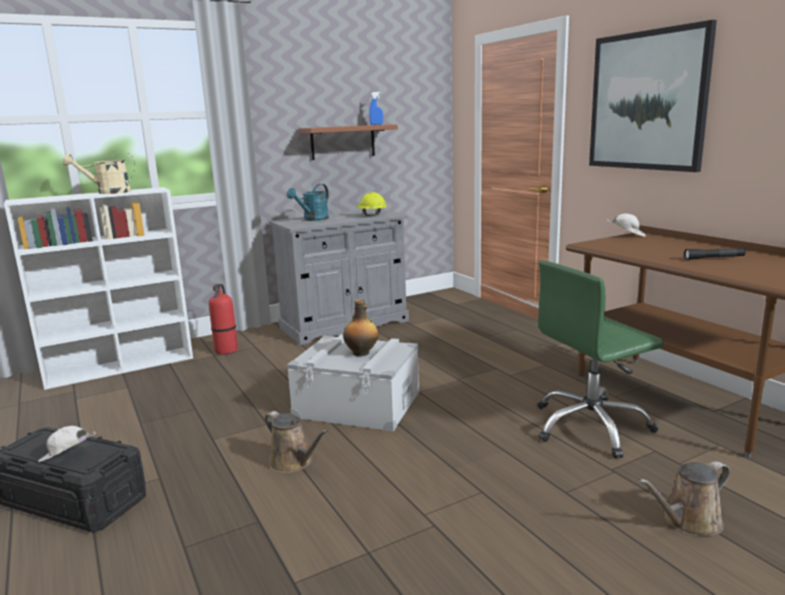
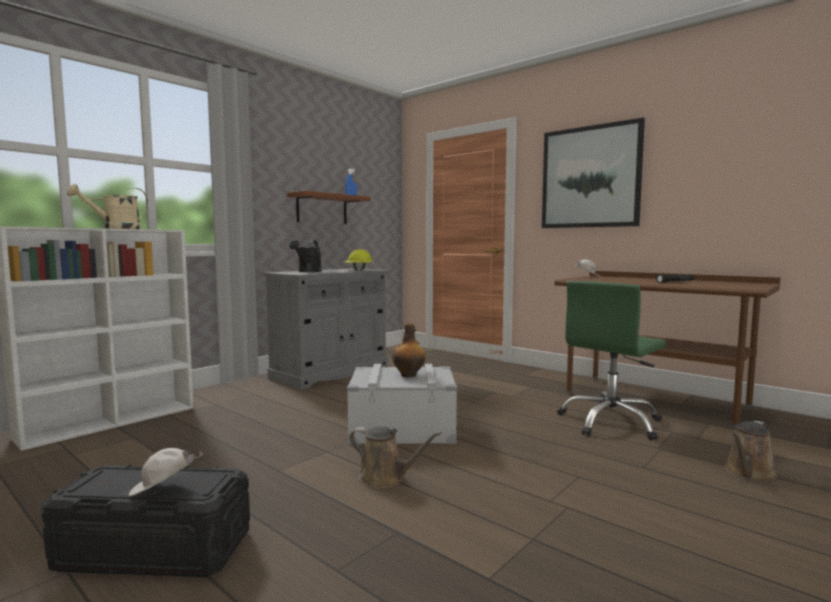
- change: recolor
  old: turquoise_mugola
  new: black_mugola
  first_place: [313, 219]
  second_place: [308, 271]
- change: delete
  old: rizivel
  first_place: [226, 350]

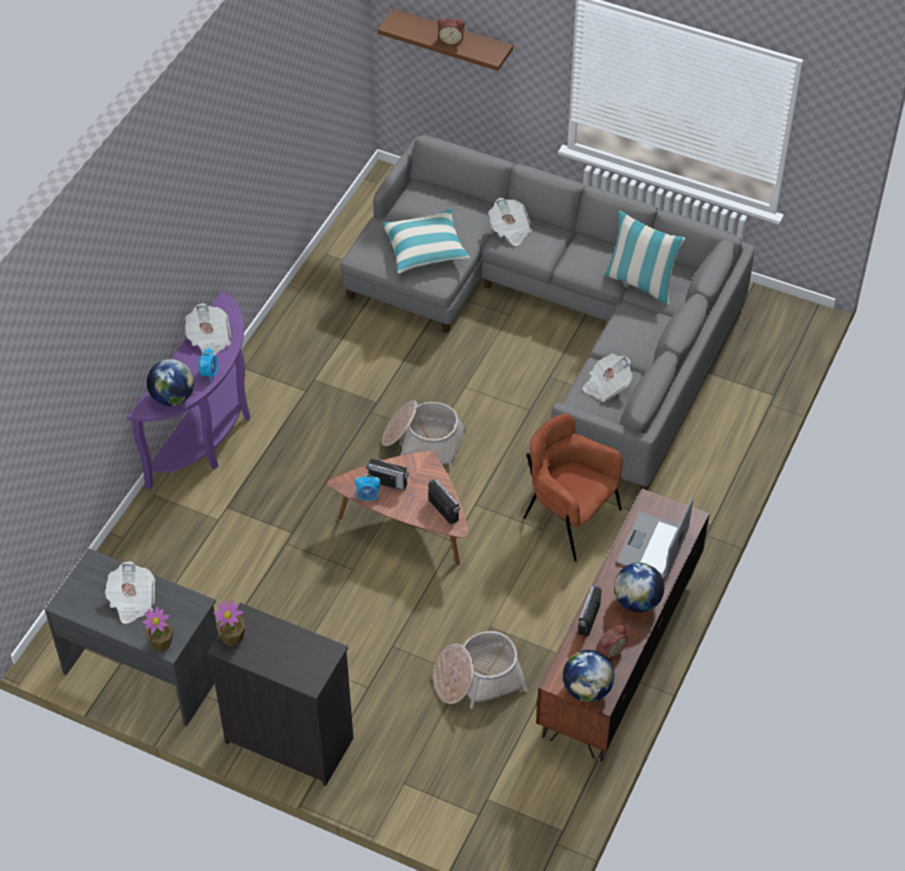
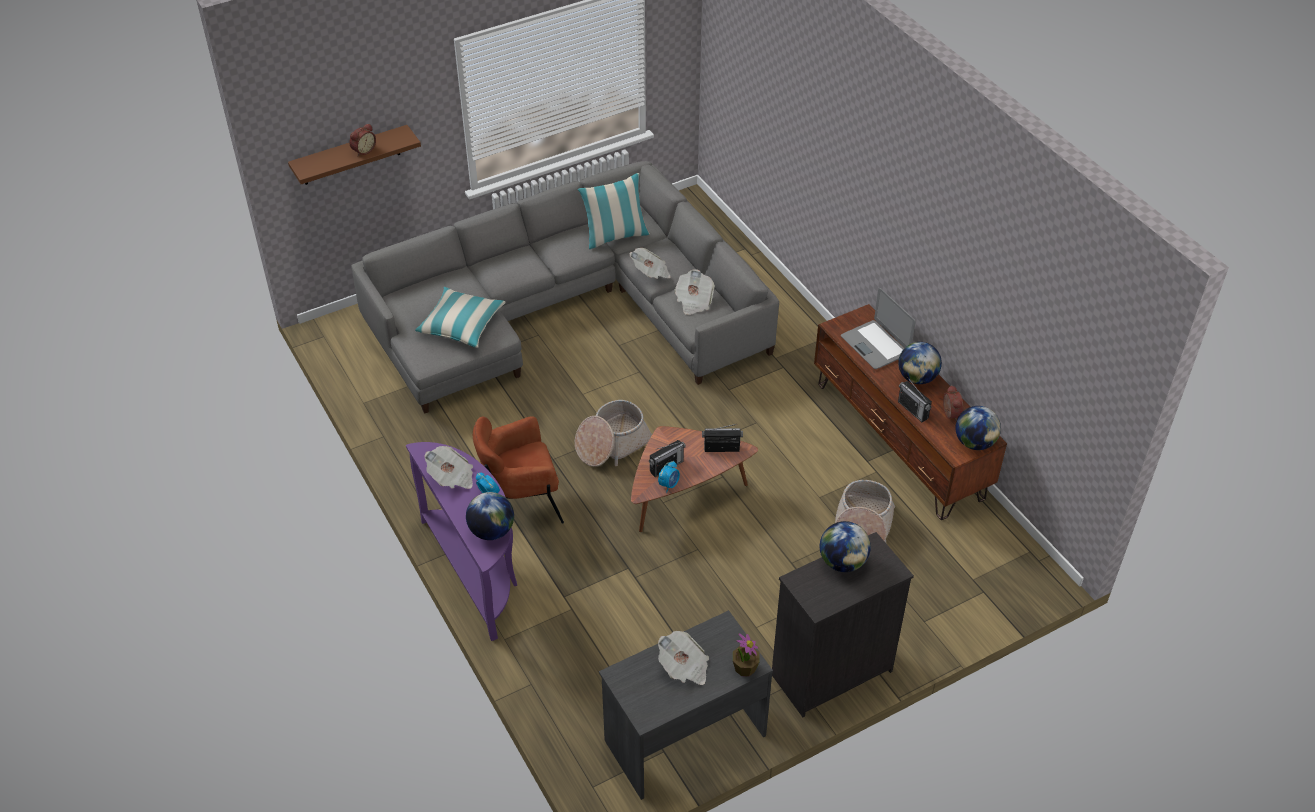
- change: move
  old: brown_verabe
  first_place: [569, 518]
  second_place: [521, 503]
- change: move
  old: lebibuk
  first_place: [510, 230]
  second_place: [651, 272]
- change: insert
  new: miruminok
  second_place: [842, 562]
- change: delete
  old: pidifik
  first_place: [232, 637]

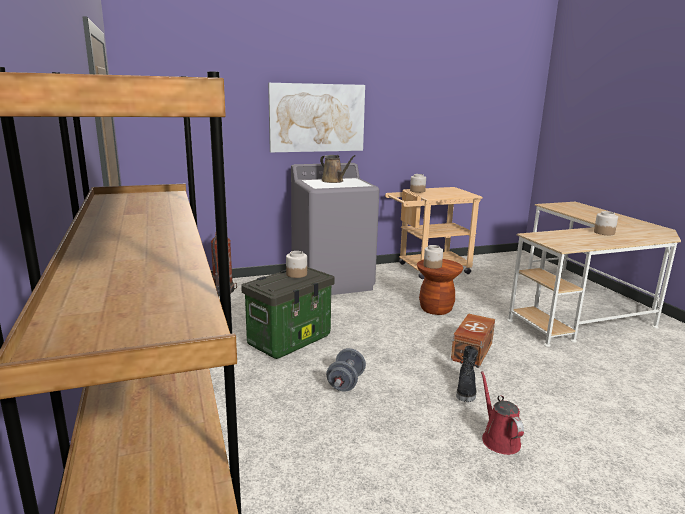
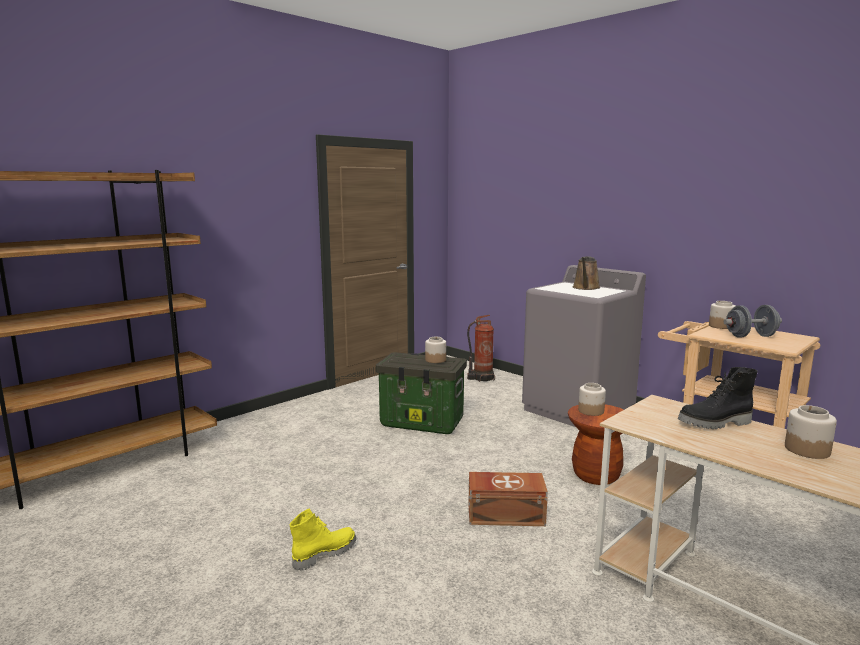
- change: replace
  old: red_mugola
  new: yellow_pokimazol
  first_place: [498, 439]
  second_place: [324, 553]
- change: move
  old: black_pokimazol
  first_place: [466, 390]
  second_place: [715, 423]
- change: move
  old: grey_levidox
  first_place: [346, 383]
  second_place: [750, 336]
- change: delete
  old: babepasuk
  first_place: [317, 118]

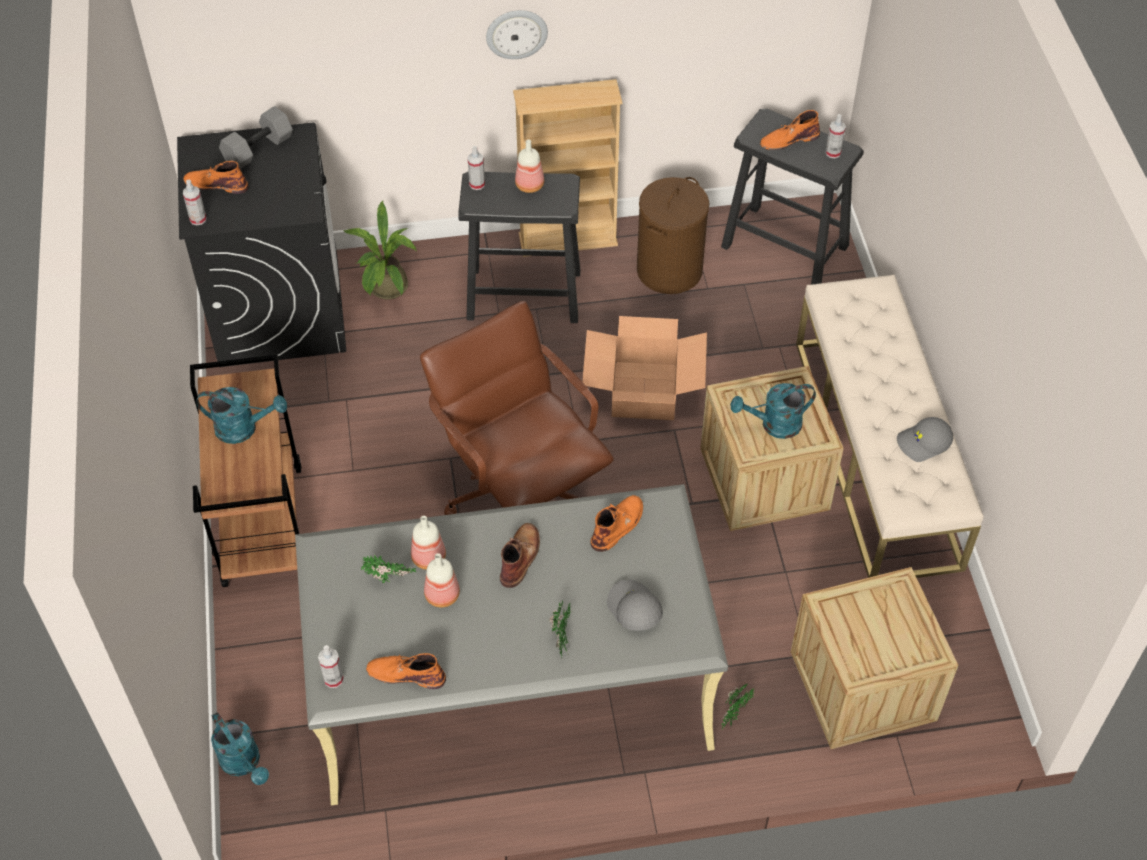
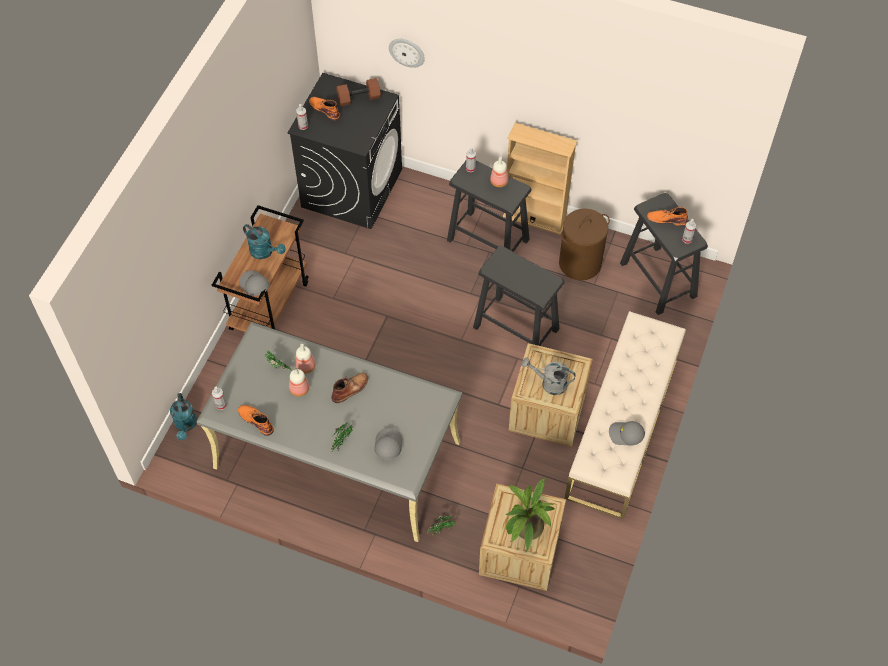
- change: insert
  new: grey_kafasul
  second_place: [254, 285]
- change: recolor
  old: grey_levidox
  new: brown_levidox
  first_place: [258, 150]
  second_place: [358, 99]
- change: move
  old: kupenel
  first_place: [516, 33]
  second_place: [407, 52]
- change: replace
  old: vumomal
  new: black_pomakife
  first_place: [643, 391]
  second_place: [515, 328]
- change: move
  old: pidifik
  first_place: [387, 291]
  second_place: [525, 530]
- change: recolor
  old: turquoise_mugola
  new: grey_mugola
  first_place: [774, 425]
  second_place: [549, 383]
- change: delete
  old: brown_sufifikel
  first_place: [520, 494]
- change: delete
  old: orange_pokimazol
  first_place: [618, 525]

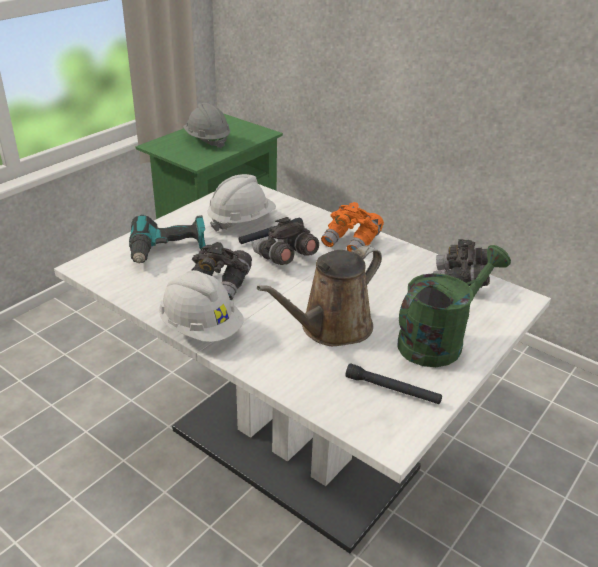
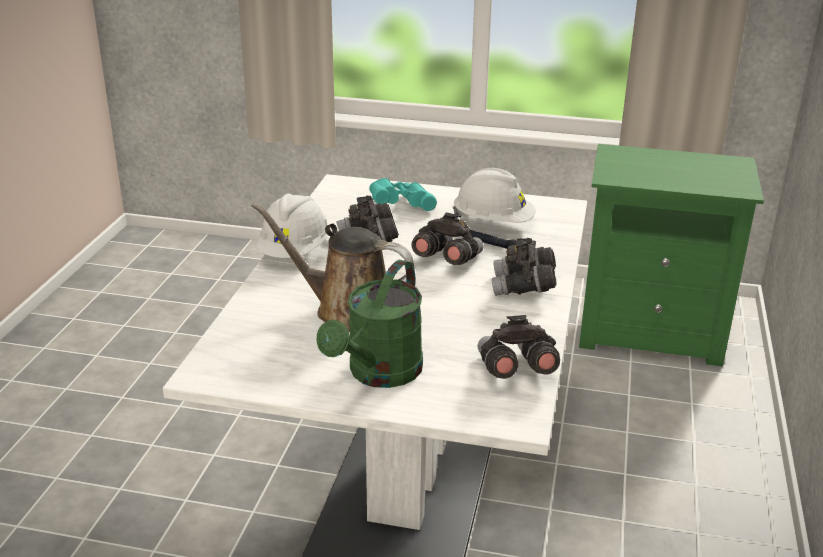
- change: rotate
  old: green_mugola
  first_place: [438, 340]
  second_place: [379, 374]
  degrees: 90
- change: replace
  old: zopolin
  new: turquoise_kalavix
  first_place: [168, 250]
  second_place: [400, 206]
- change: recolor
  old: orange_kalavix
  new: grey_kalavix
  first_place: [351, 242]
  second_place: [523, 287]
- change: delete
  old: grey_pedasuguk
  first_place: [207, 140]
- change: delete
  old: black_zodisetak
  first_place: [392, 390]

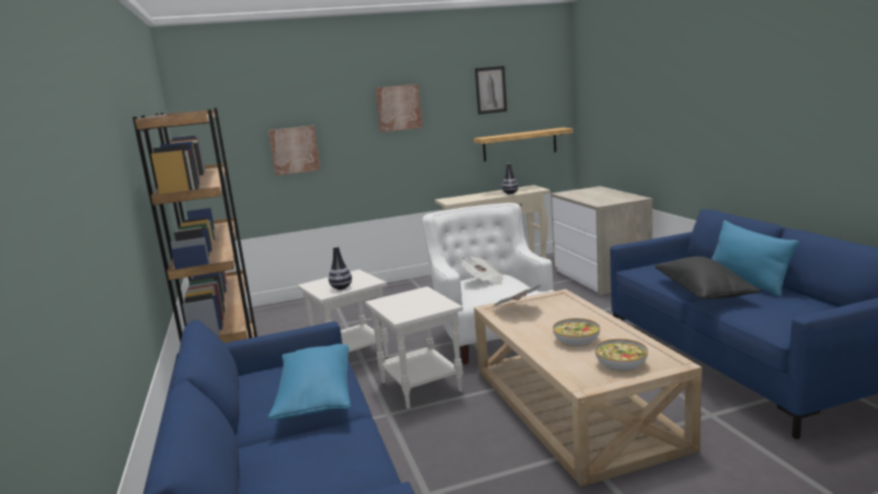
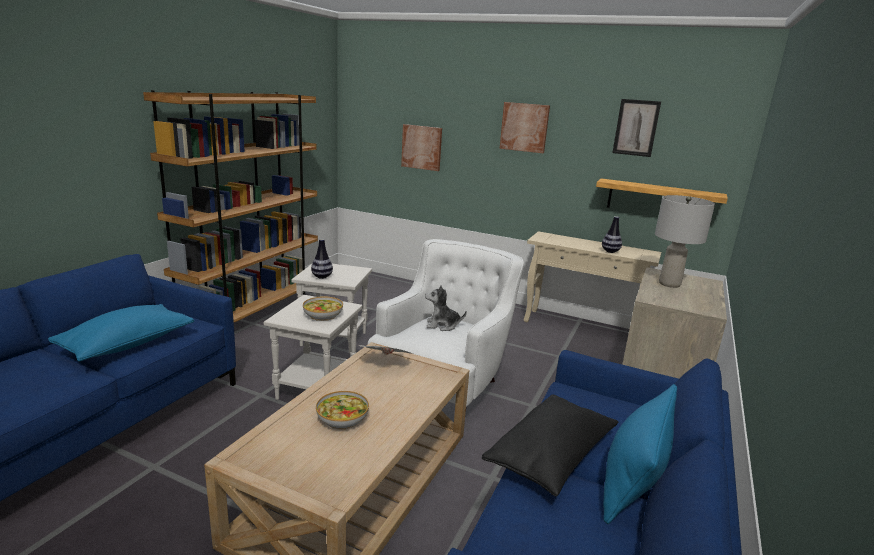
- change: move
  old: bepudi
  first_place: [621, 364]
  second_place: [322, 315]
- change: replace
  old: lebibuk
  new: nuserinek
  first_place: [483, 281]
  second_place: [442, 325]
- change: insert
  new: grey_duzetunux
  second_place: [669, 284]

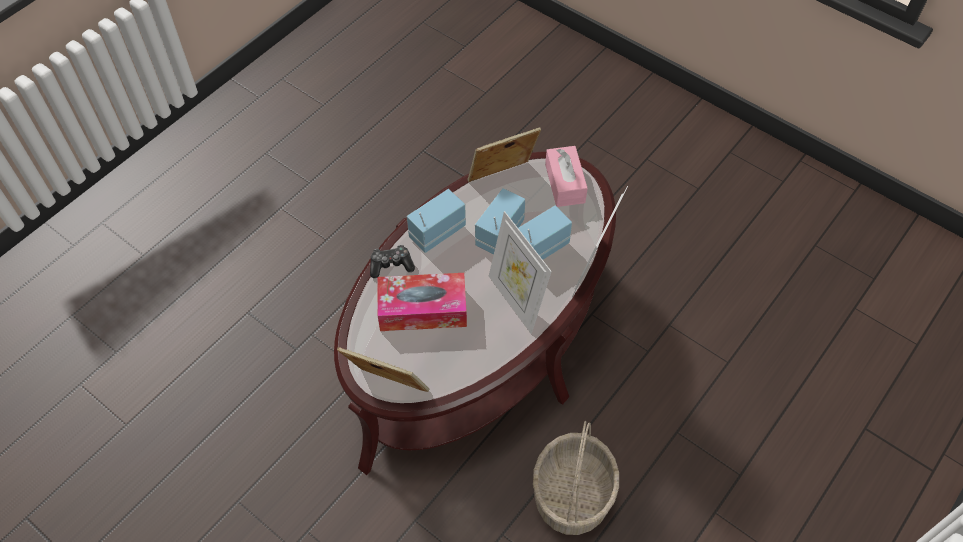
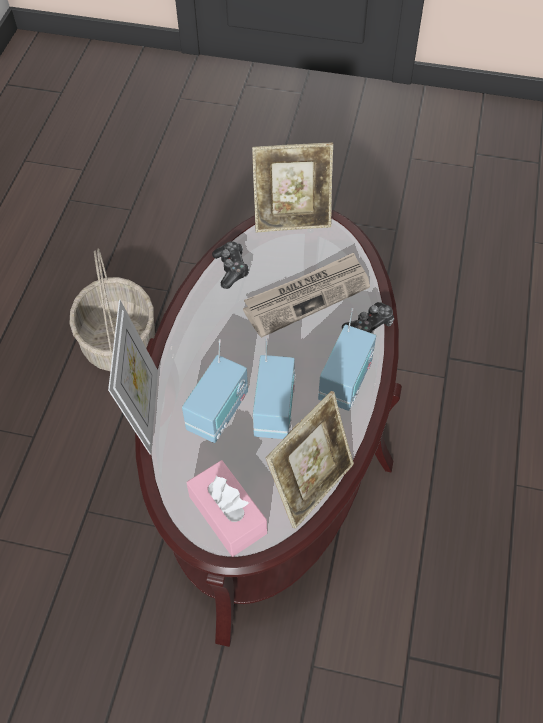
- change: insert
  new: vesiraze
  second_place: [231, 268]
- change: replace
  old: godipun
  new: lebibuk
  first_place: [423, 309]
  second_place: [307, 296]
- change: delete
  old: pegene
  first_place: [516, 300]

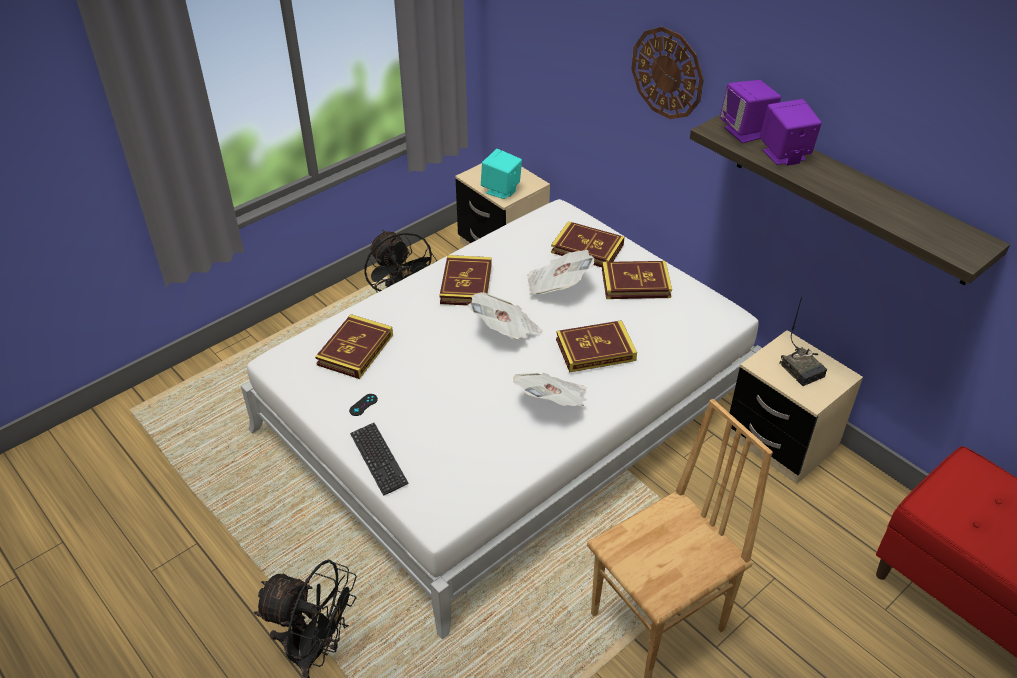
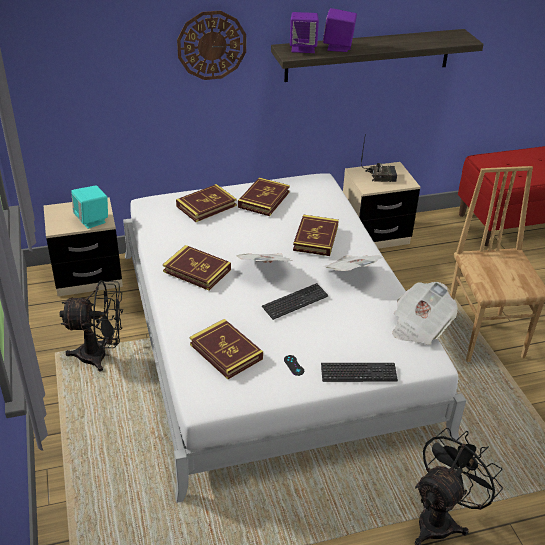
- change: insert
  new: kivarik
  second_place: [295, 302]
- change: move
  old: lebibuk
  first_place: [557, 286]
  second_place: [419, 326]

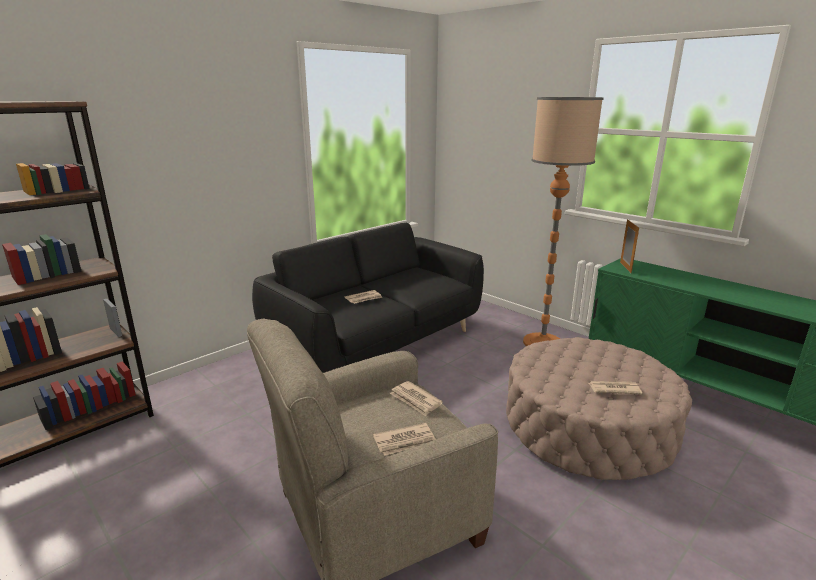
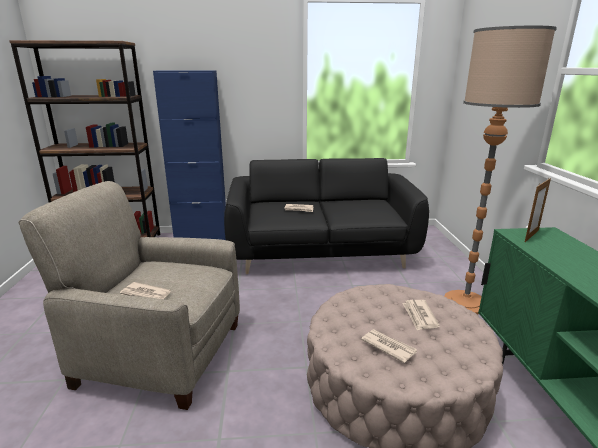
- change: insert
  new: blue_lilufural
  second_place: [201, 236]
- change: move
  old: lebibuk
  first_place: [415, 400]
  second_place: [419, 316]

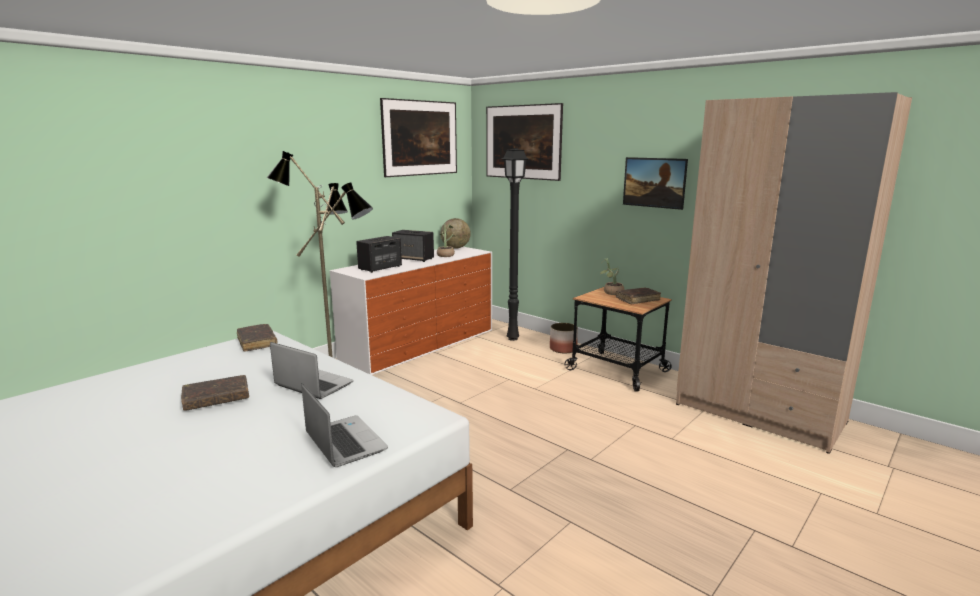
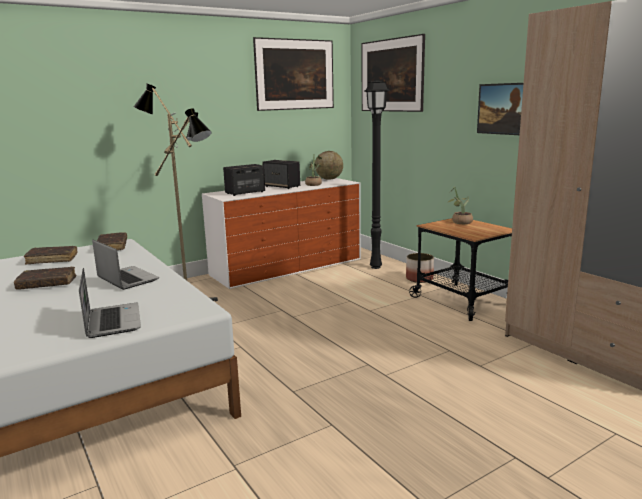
- change: move
  old: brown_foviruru
  first_place: [637, 300]
  second_place: [52, 259]

